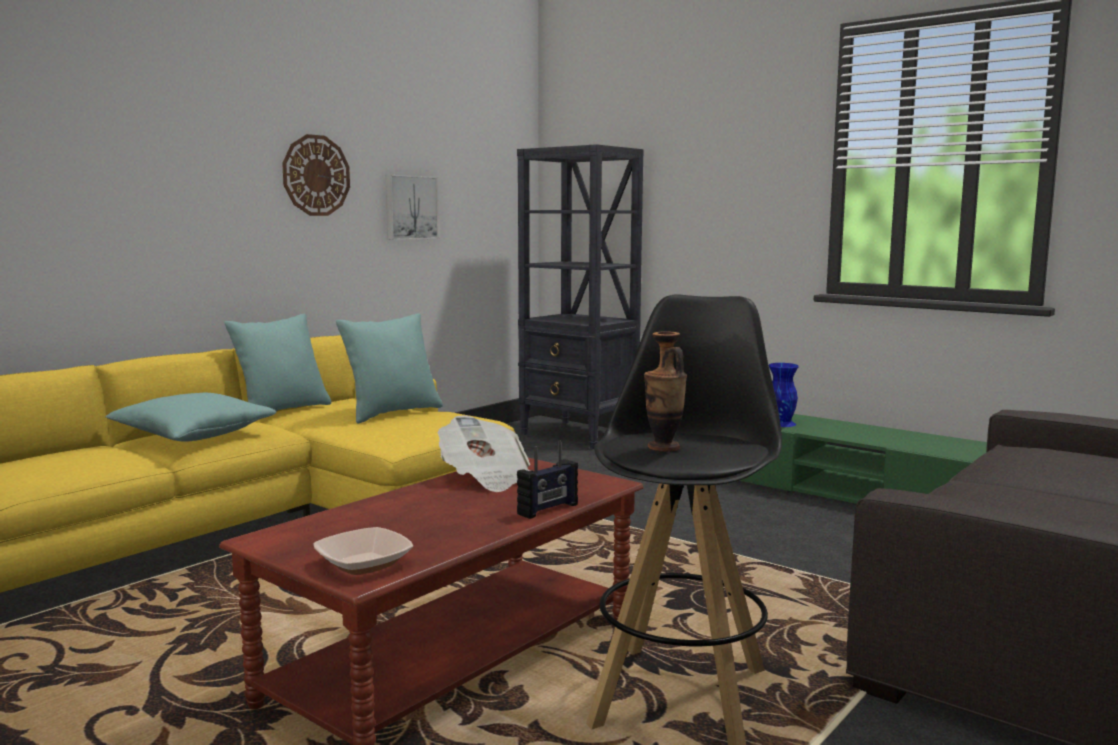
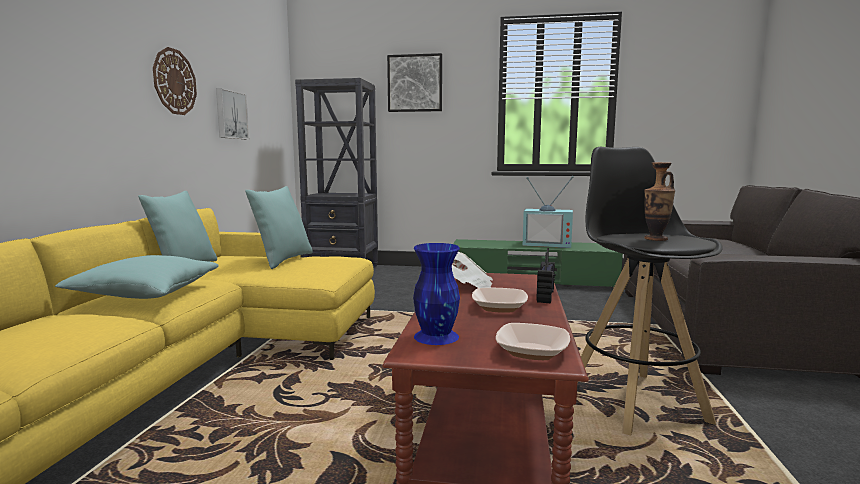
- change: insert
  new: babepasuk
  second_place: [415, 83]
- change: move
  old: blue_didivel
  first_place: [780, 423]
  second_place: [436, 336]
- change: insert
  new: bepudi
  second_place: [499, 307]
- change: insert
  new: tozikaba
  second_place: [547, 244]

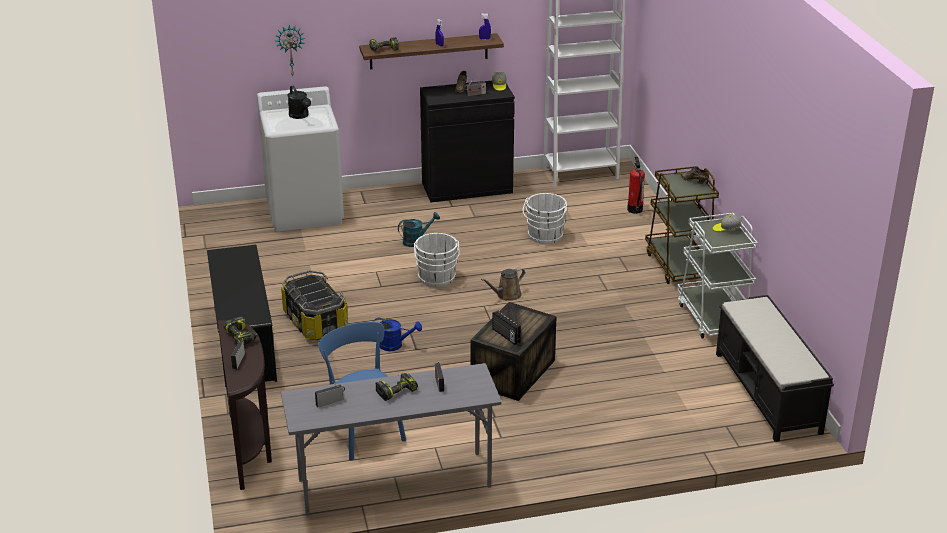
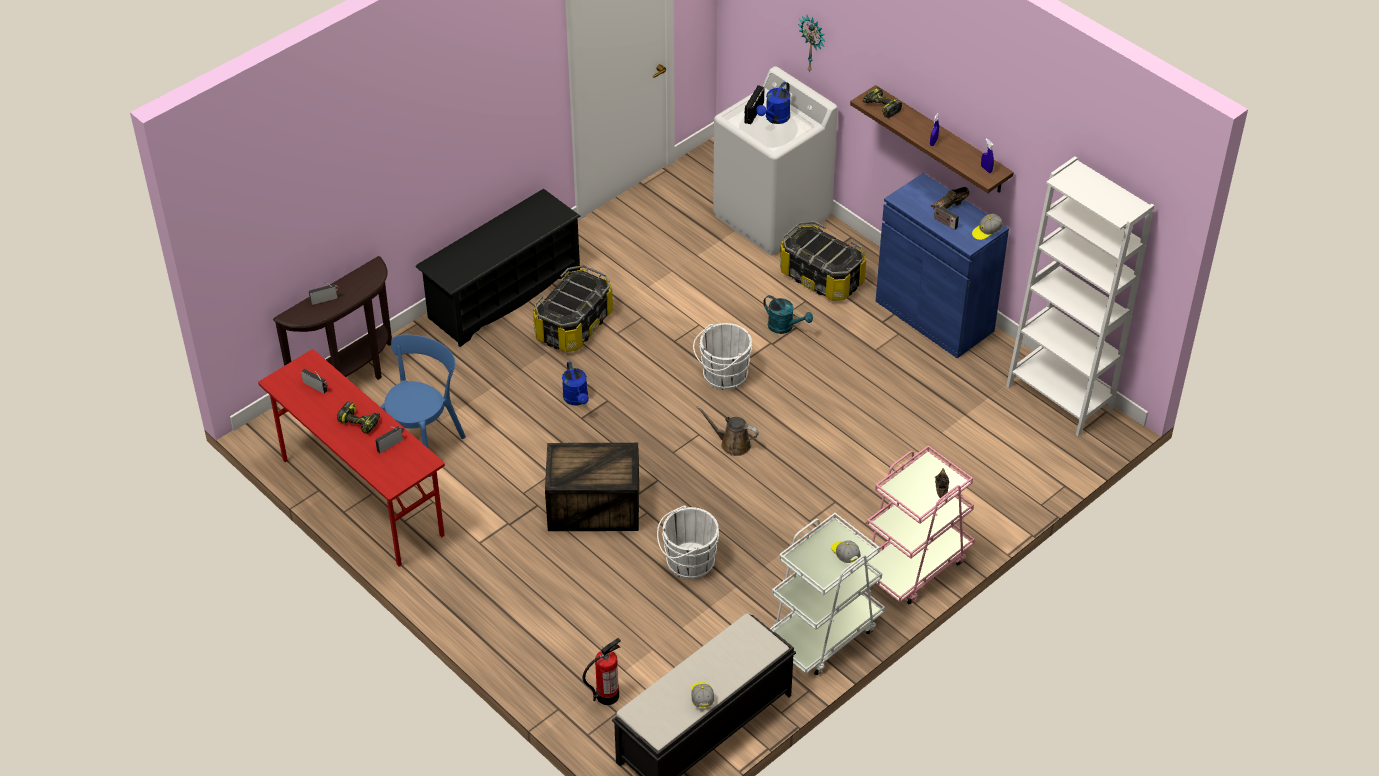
- change: recolor
  old: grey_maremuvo
  new: red_maremuvo
  first_place: [394, 484]
  second_place: [361, 498]
- change: move
  old: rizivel
  first_place: [634, 210]
  second_place: [607, 695]
- change: move
  old: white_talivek
  first_place: [544, 236]
  second_place: [687, 562]
- change: insert
  new: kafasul
  second_place: [702, 697]
- change: move
  old: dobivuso
  first_place: [505, 336]
  second_place: [753, 112]
- change: recolor
  old: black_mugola
  new: blue_mugola
  first_place: [300, 116]
  second_place: [775, 119]
- change: insert
  new: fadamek
  second_place: [822, 277]
- change: recolor
  old: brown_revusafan
  new: pink_revusafan
  first_place: [679, 265]
  second_place: [914, 564]
- change: recolor
  old: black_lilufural
  new: blue_lilufural
  first_place: [467, 188]
  second_place: [934, 316]
- change: delete
  old: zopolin
  first_place: [241, 337]

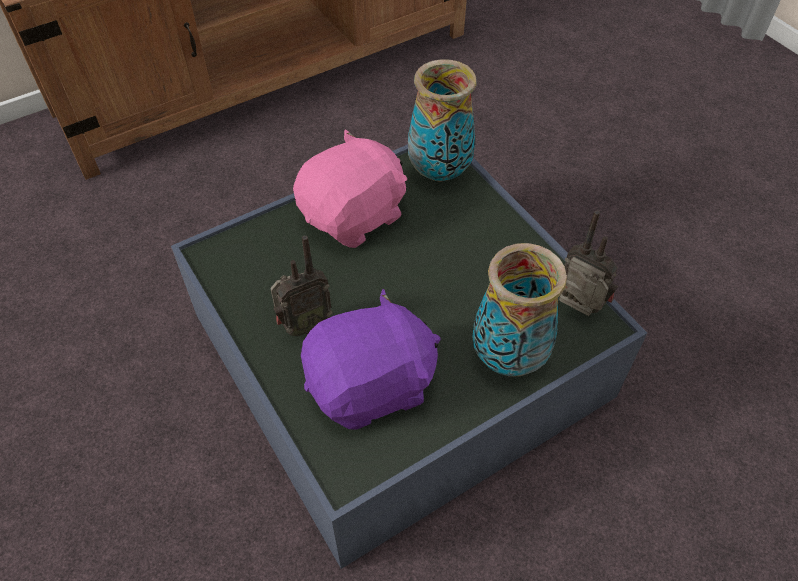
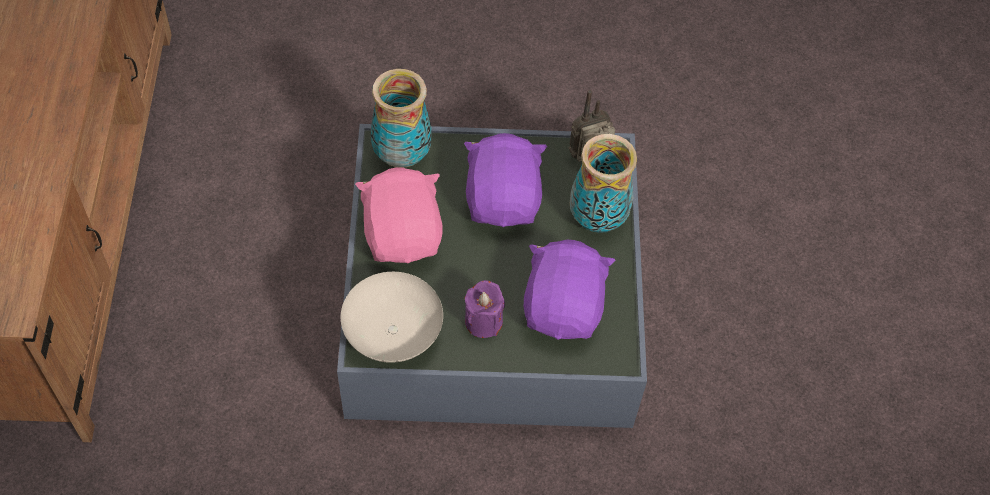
- change: insert
  new: white_bepudi
  second_place: [391, 334]
- change: insert
  new: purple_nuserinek
  second_place: [503, 200]
- change: replace
  old: dobivuso
  new: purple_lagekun
  first_place: [304, 326]
  second_place: [483, 321]

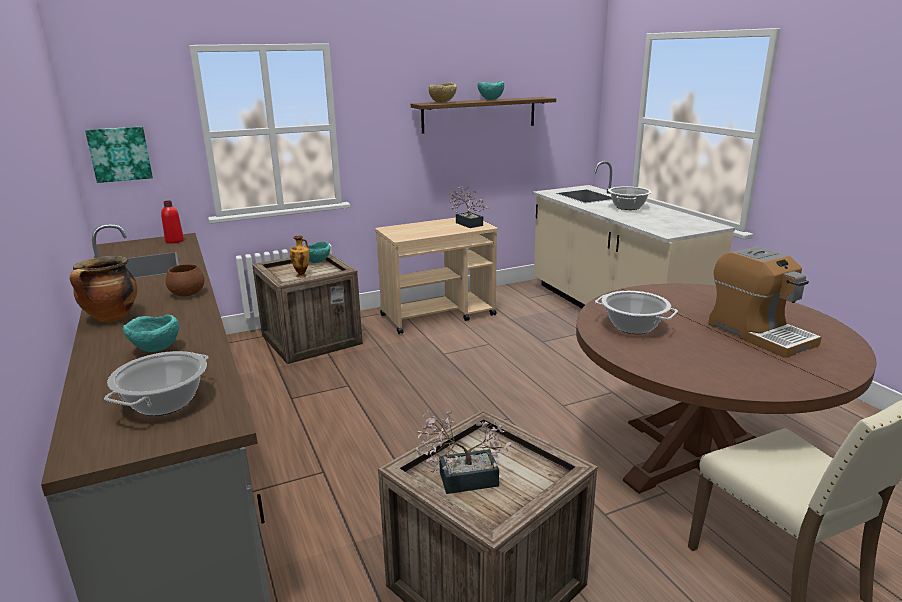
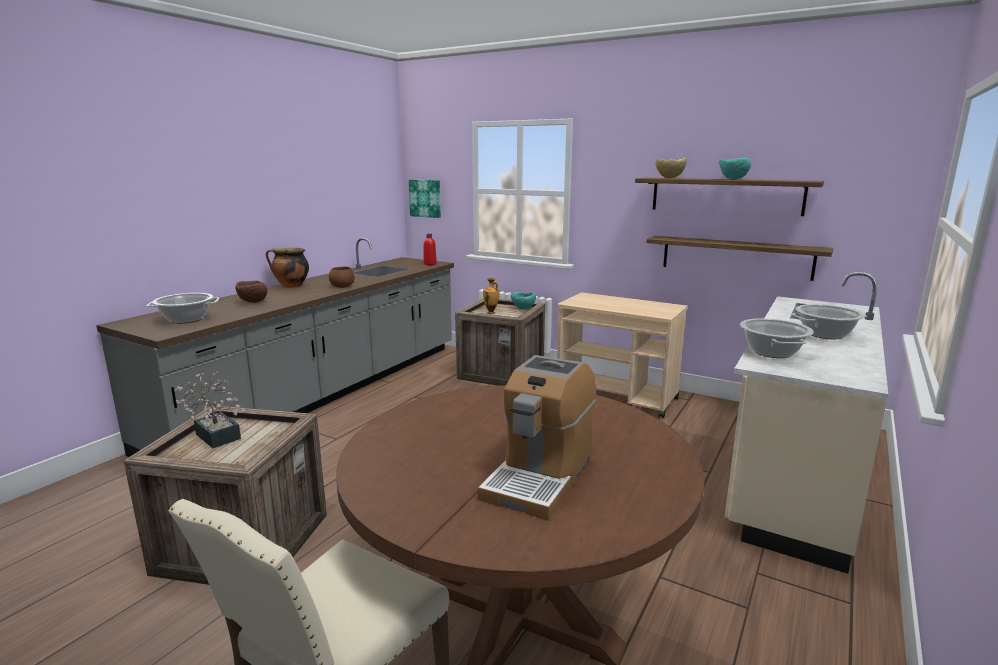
- change: recolor
  old: turquoise_bepudi
  new: brown_bepudi
  first_place: [156, 350]
  second_place: [252, 302]
- change: insert
  new: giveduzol
  second_place: [736, 257]
- change: move
  old: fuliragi
  first_place: [633, 327]
  second_place: [771, 352]
- change: delete
  old: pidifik
  first_place: [467, 223]

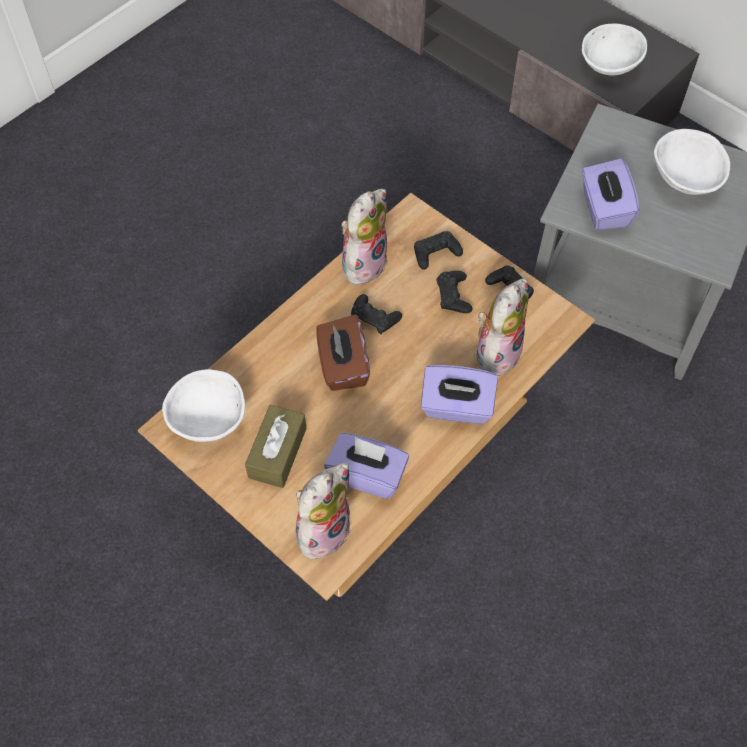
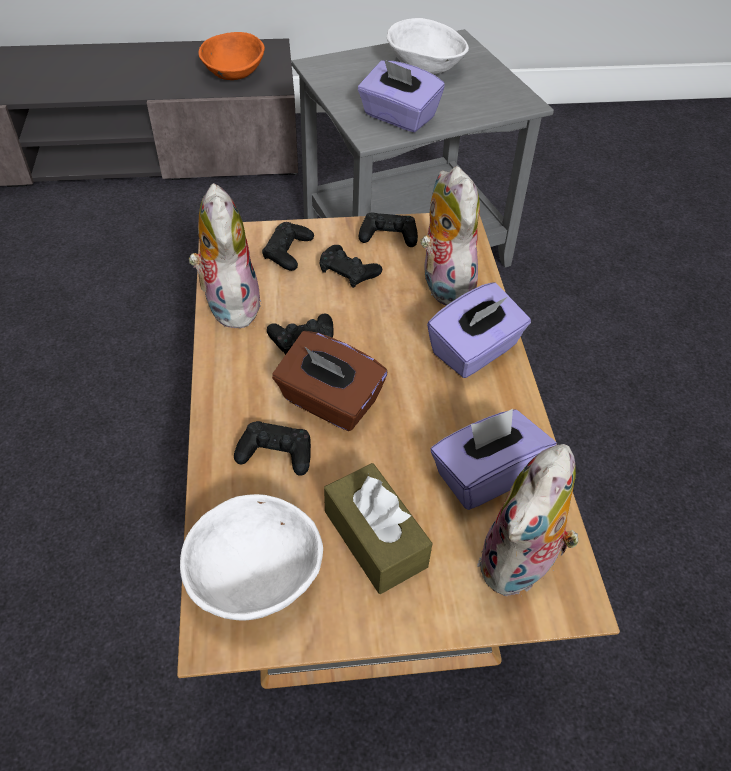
- change: recolor
  old: white_bepudi
  new: orange_bepudi
  first_place: [610, 65]
  second_place: [234, 75]
- change: insert
  new: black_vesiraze
  second_place: [276, 453]
- change: rotate
  old: nuserinek
  first_place: [322, 529]
  second_place: [519, 566]
  degrees: -135

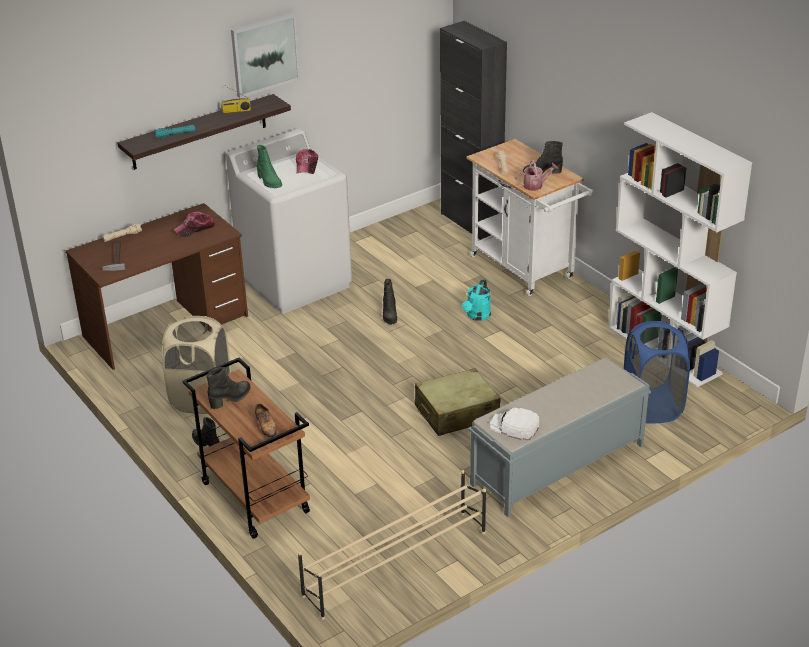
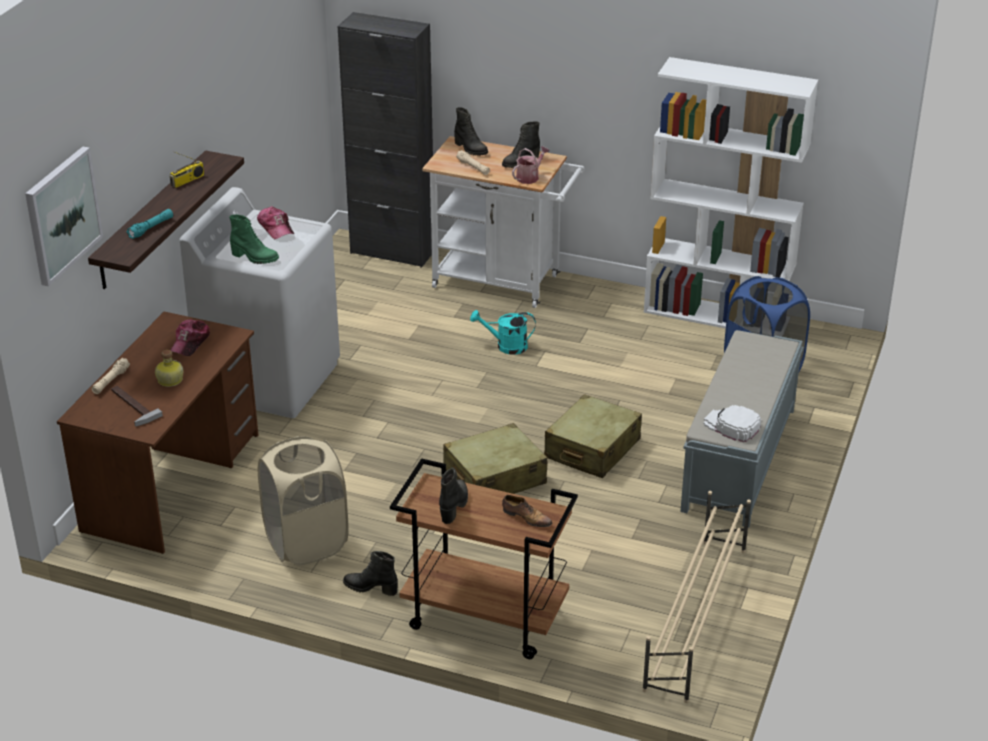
- change: move
  old: babepasuk
  first_place: [265, 54]
  second_place: [62, 215]
- change: insert
  new: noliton
  second_place: [169, 380]
- change: insert
  new: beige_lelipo
  second_place: [494, 478]
- change: move
  old: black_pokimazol
  first_place: [389, 315]
  second_place: [470, 149]
- change: rotate
  old: turquoise_mugola
  first_place: [477, 316]
  second_place: [506, 346]
  degrees: 105
- change: rotate
  old: white_kafasul
  first_place: [514, 427]
  second_place: [731, 426]
  degrees: 45

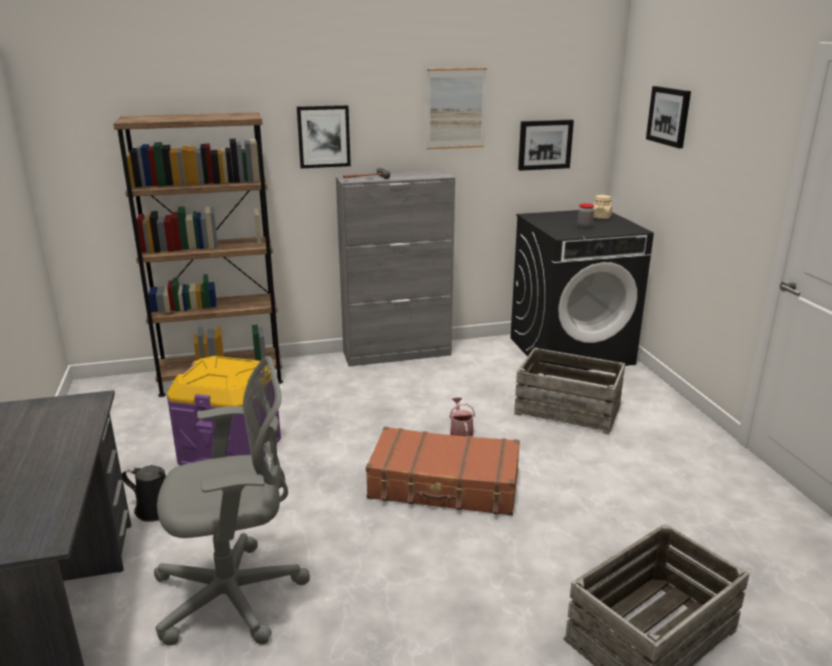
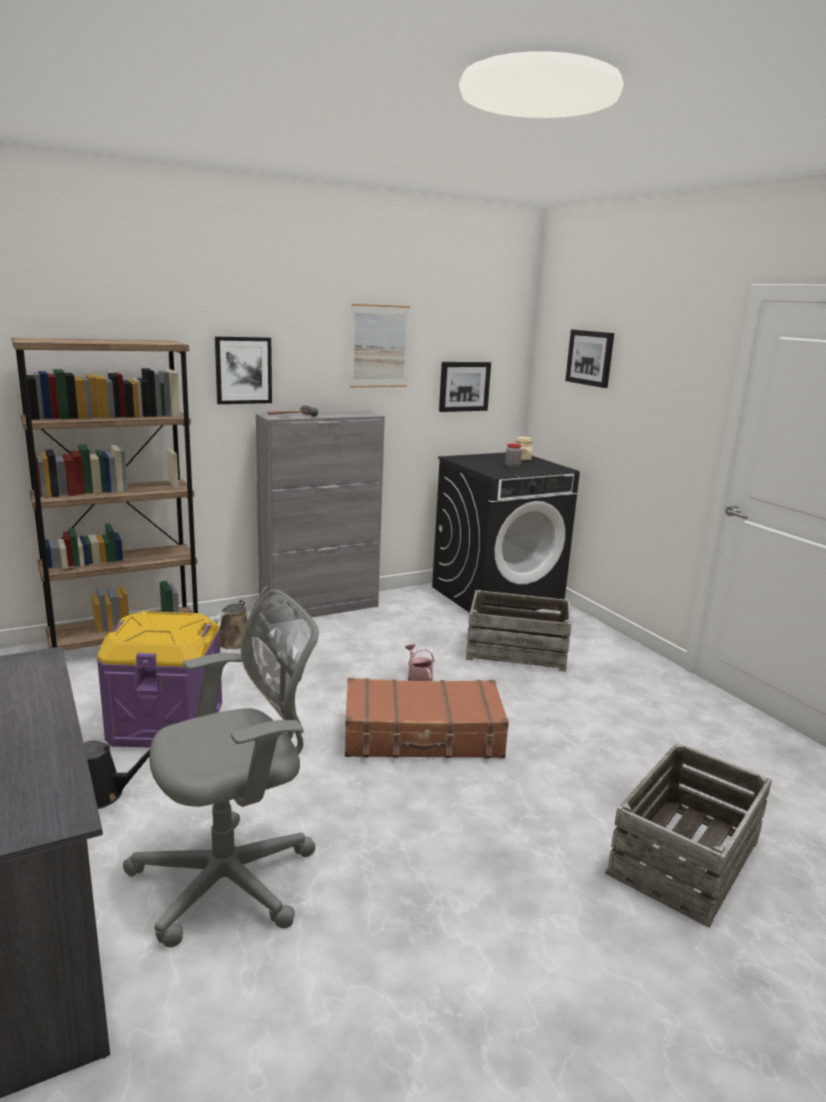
- change: insert
  new: brown_mugola
  second_place: [237, 640]

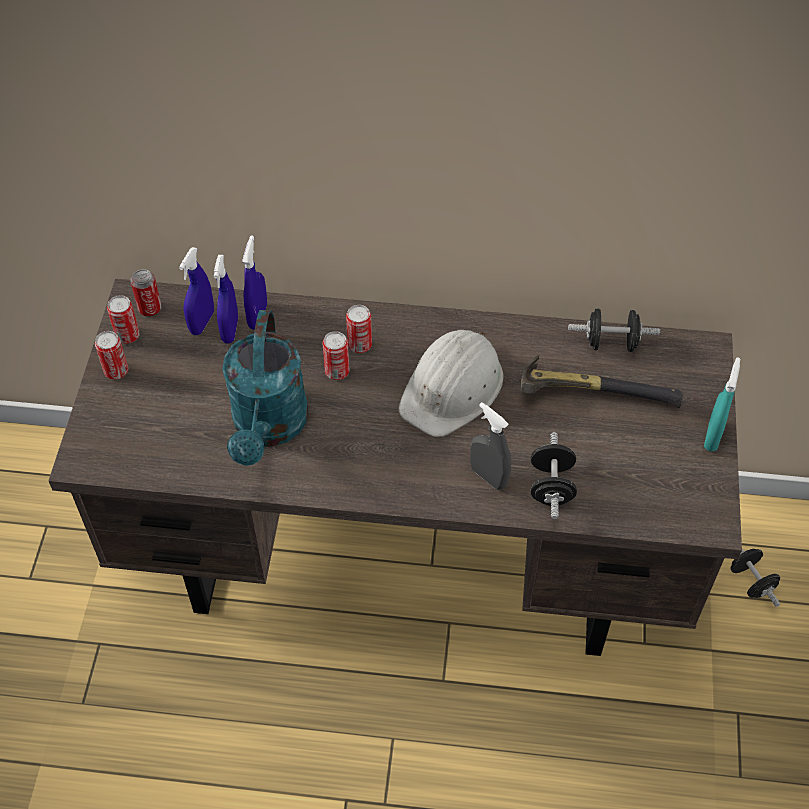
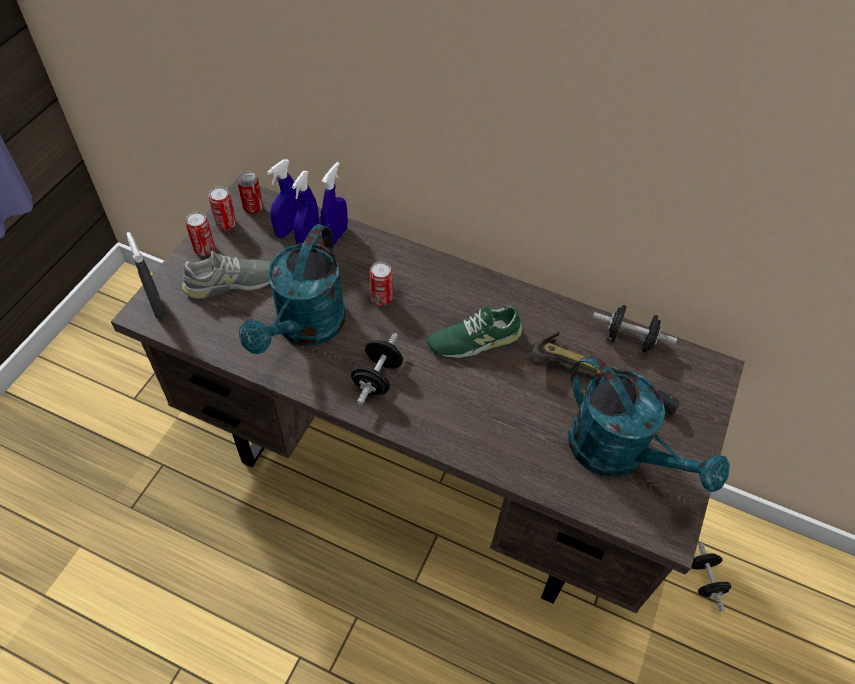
- change: move
  old: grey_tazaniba
  first_place: [488, 476]
  second_place: [157, 307]
- change: insert
  new: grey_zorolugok
  second_place: [231, 283]
- change: move
  old: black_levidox
  first_place: [551, 486]
  second_place: [377, 378]
- change: replace
  old: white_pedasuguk
  new: green_zorolugok
  first_place: [453, 388]
  second_place: [474, 340]
- change: insert
  new: turquoise_mugola
  second_place: [618, 454]
- change: delete
  old: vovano
  first_place: [360, 345]
- change: delete
  old: turquoise_tazaniba
  first_place: [712, 436]

